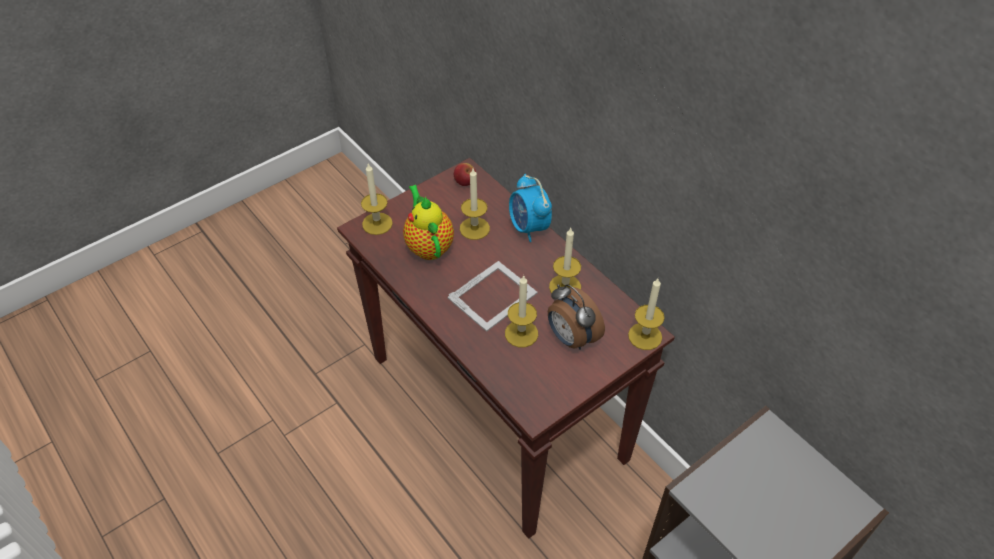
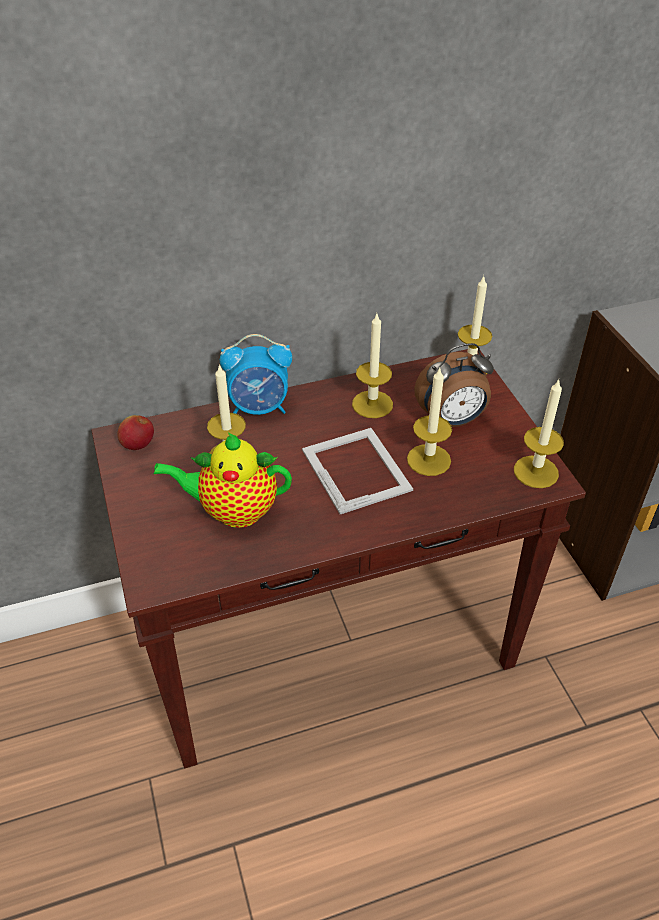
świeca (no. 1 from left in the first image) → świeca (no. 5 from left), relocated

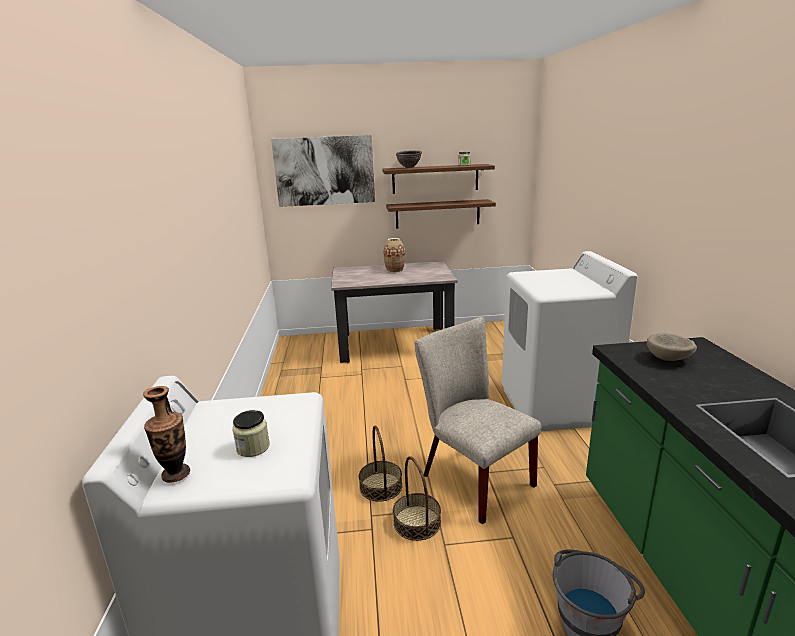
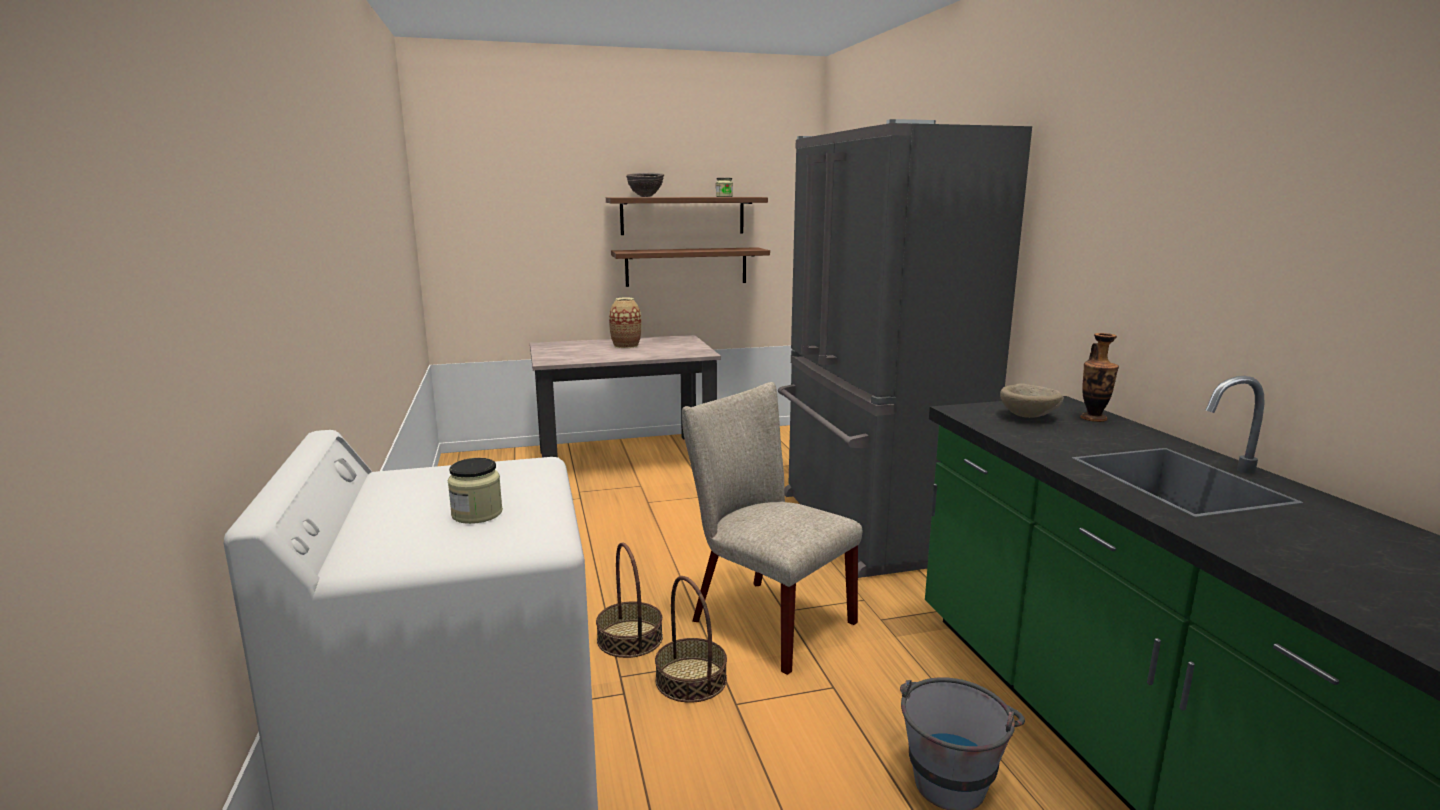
obraz → -
pralka [biały] (no. 2 from left) → lodówka [szary]
wazon (no. 1 from left in the first image) → wazon (no. 2 from left), relocated

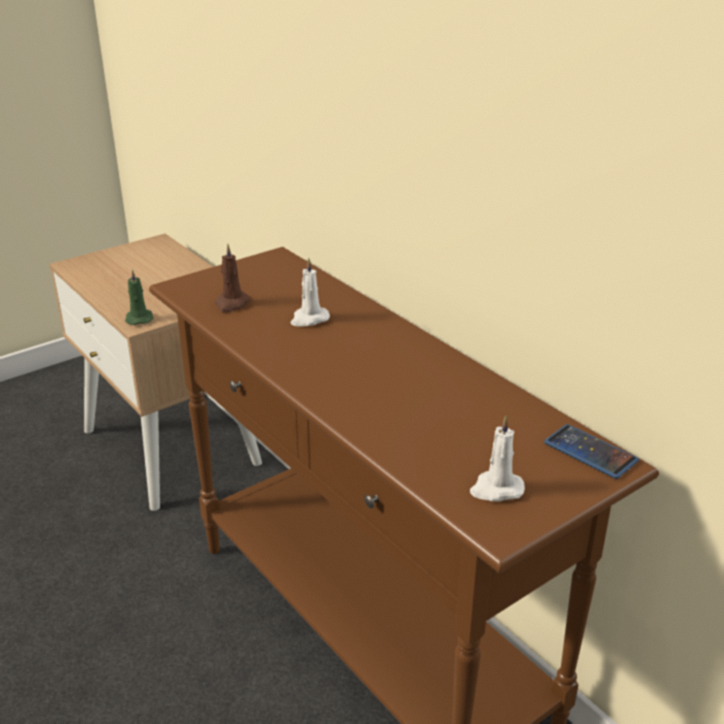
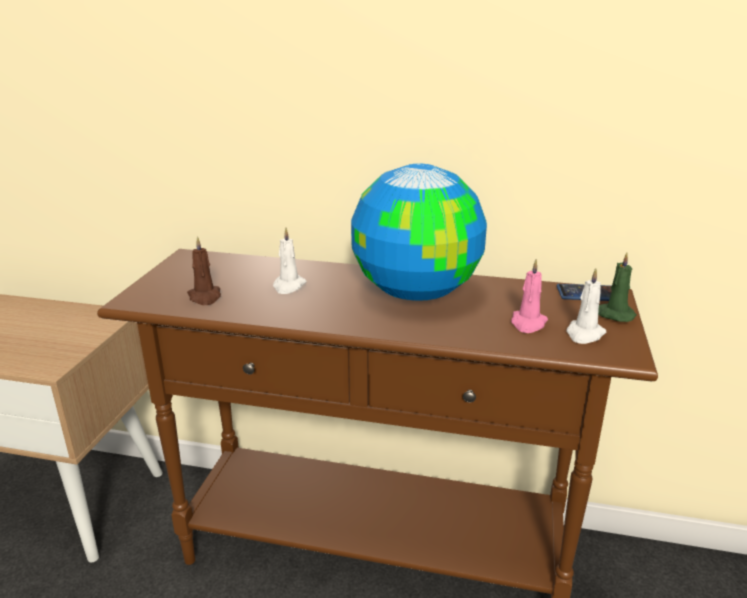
świeca [zielony], relocated
- → globus
- → świeca [różowy]

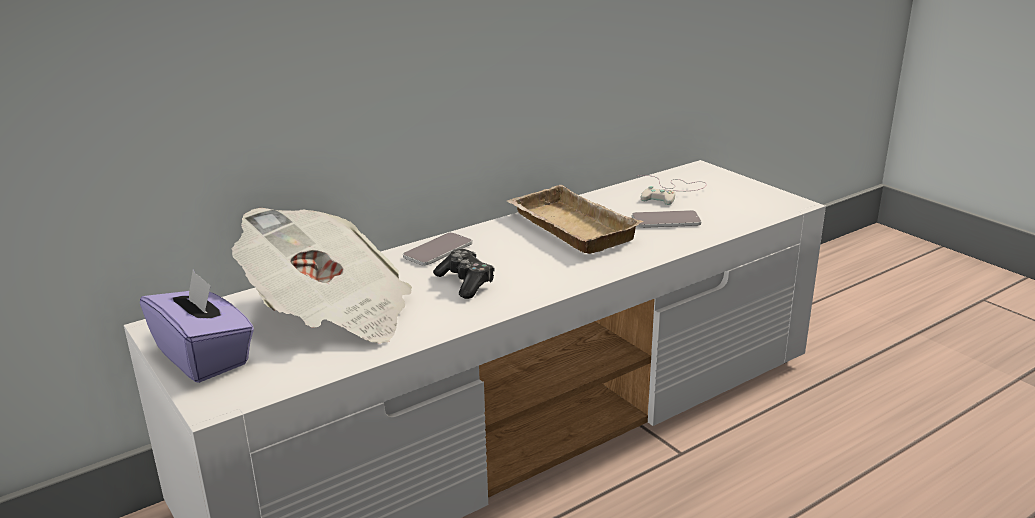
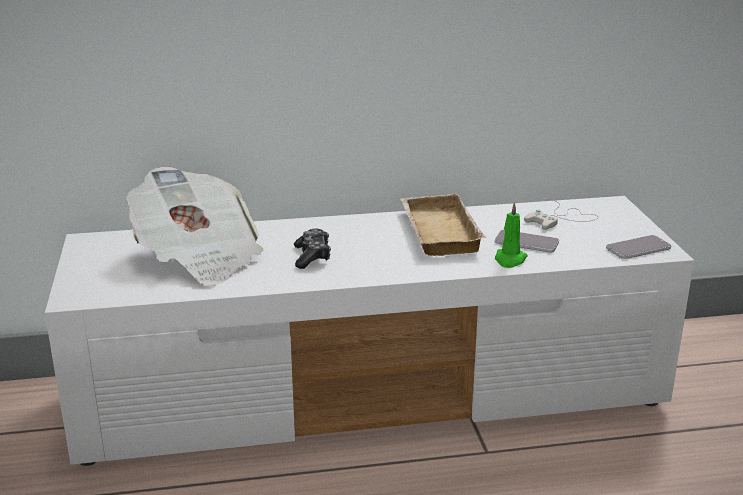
telefon (no. 1 from left in the first image) → telefon (no. 2 from left), relocated
pudełko chusteczek [fioletowy] → -
- → świeca [zielony]

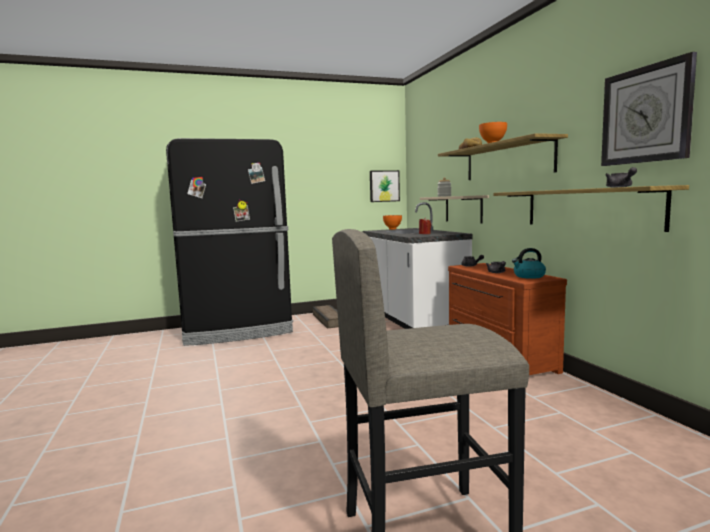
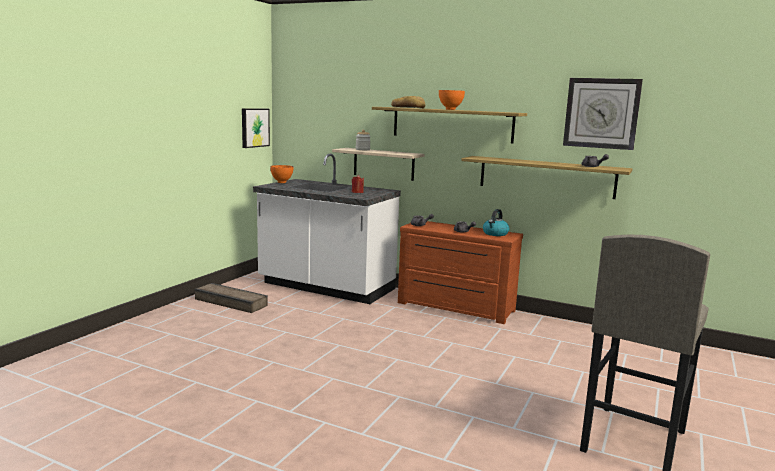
lodówka [czarny] → -

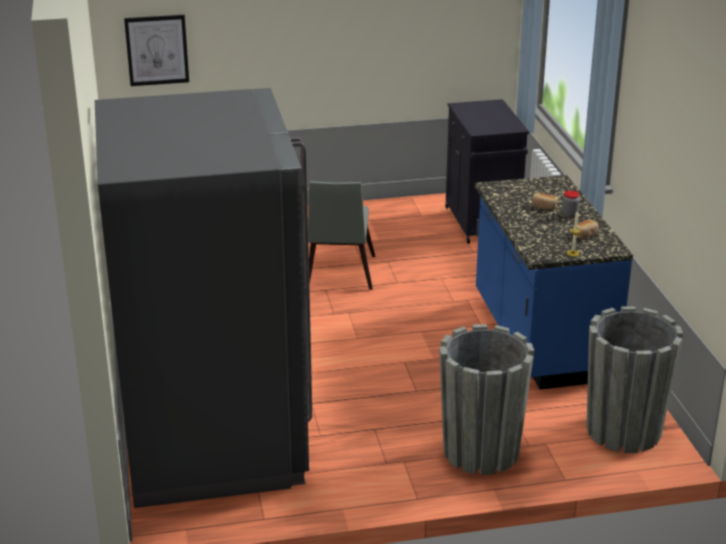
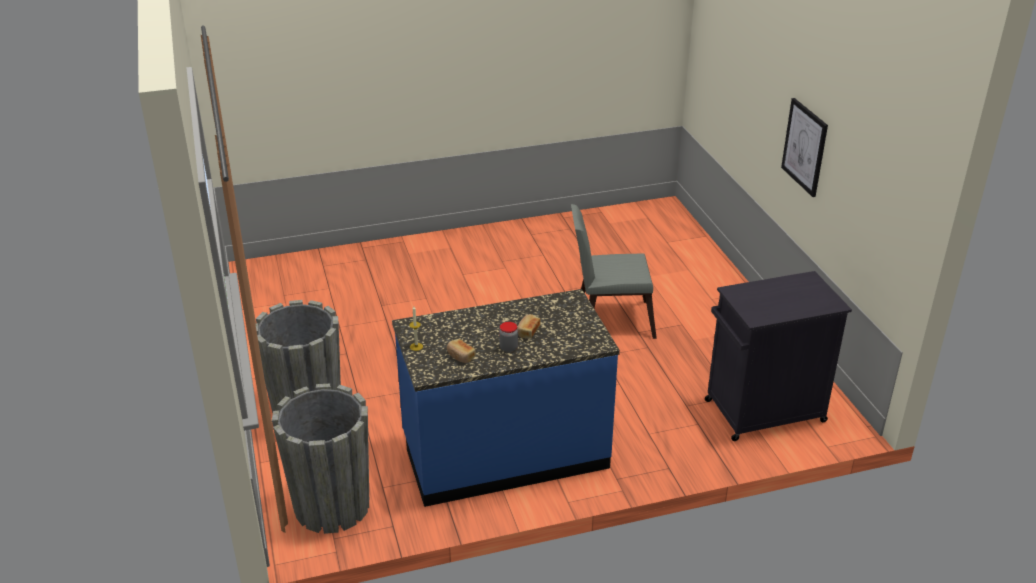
obraz, relocated
lodówka [szary] → -

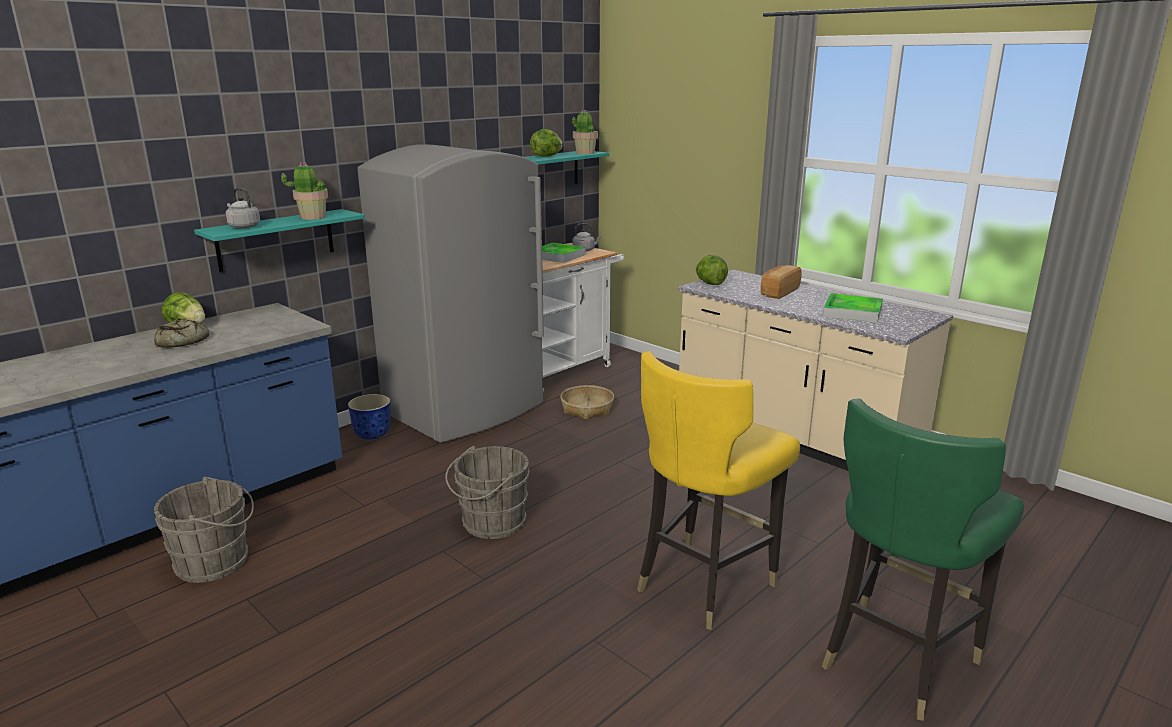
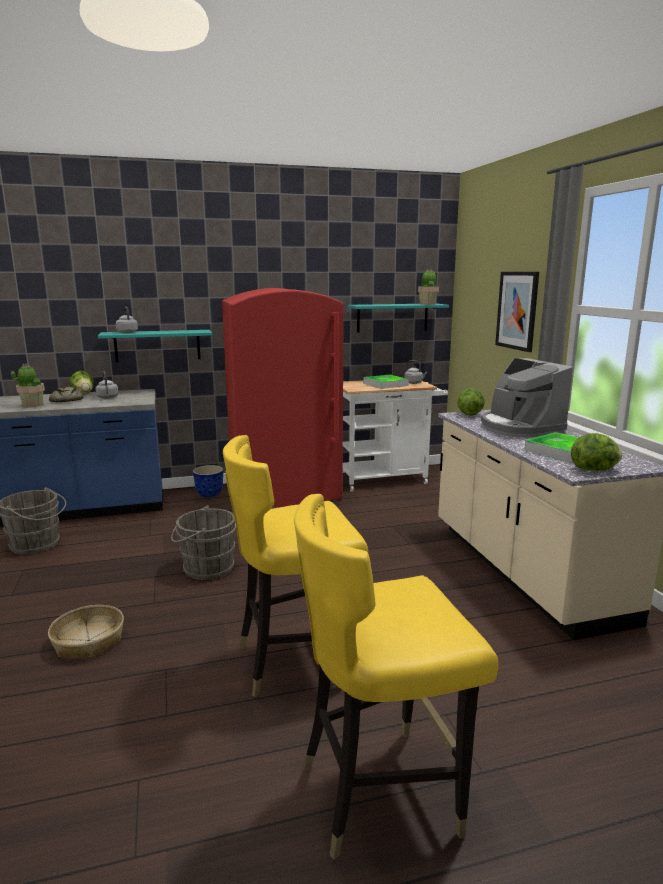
sałata (no. 2 from left in the first image) → sałata (no. 3 from left), relocated
lodówka [szary] → lodówka [czerwony]
roślina doniczkowa (no. 1 from left), relocated
chleb (no. 2 from left) → ekspres do kawy
koszyk, relocated
krzesło [zielony] → krzesło [żółty] (no. 2 from left)
- → obraz
- → czajnik [szary] (no. 1 from left)

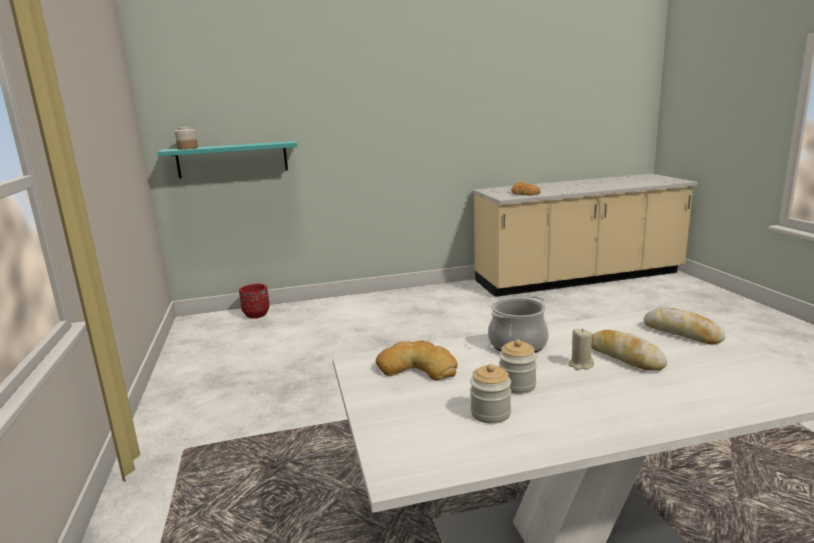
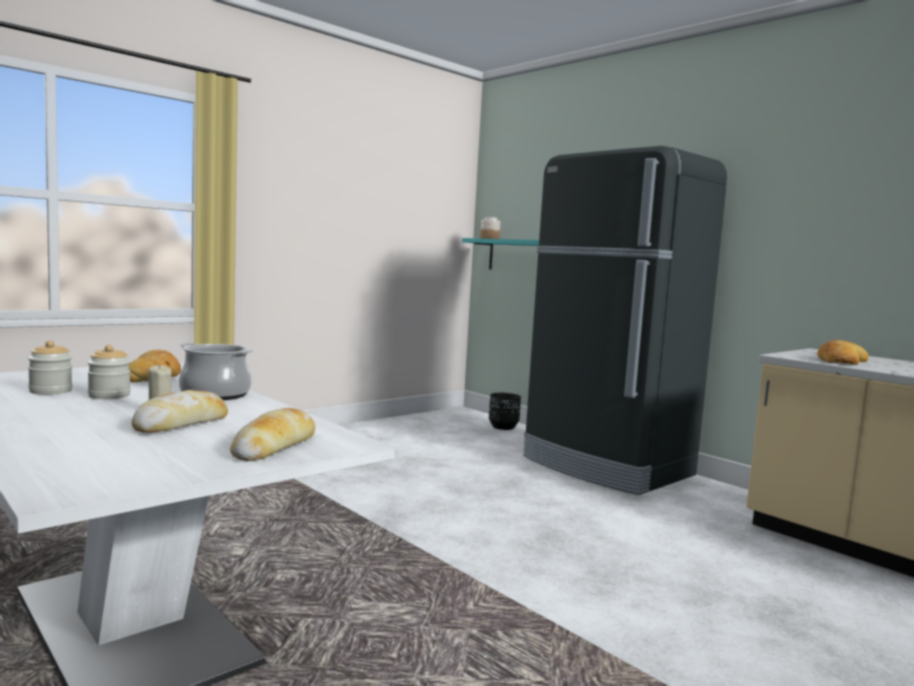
donica [czerwony] → donica [czarny]
- → lodówka [czarny]

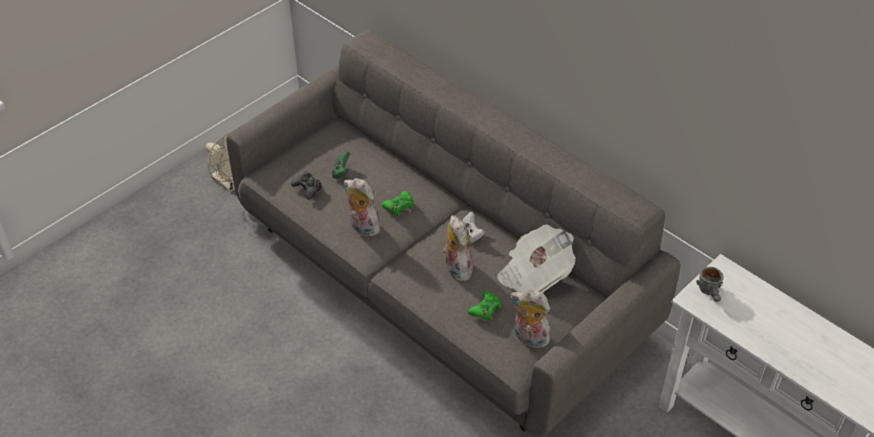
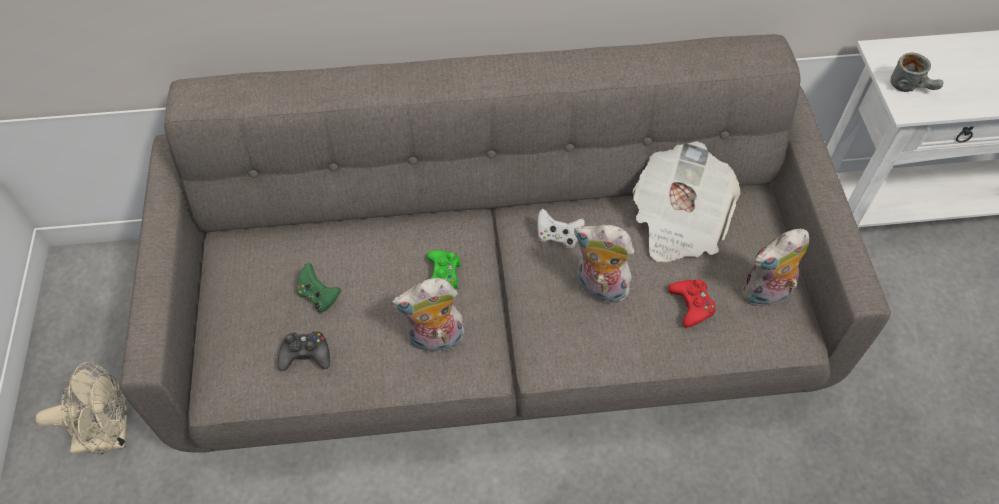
pad do gier [zielony] (no. 3 from left) → pad do gier [czerwony]

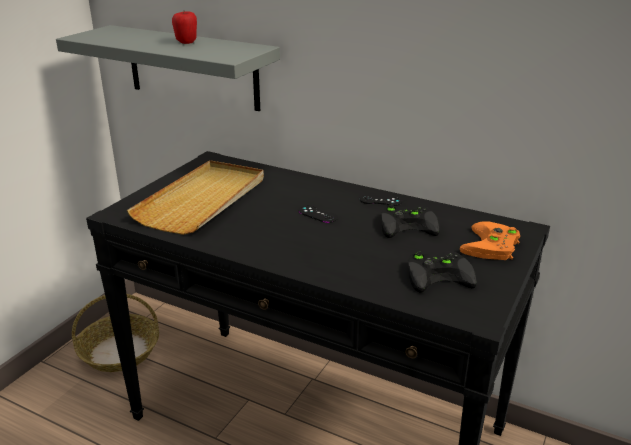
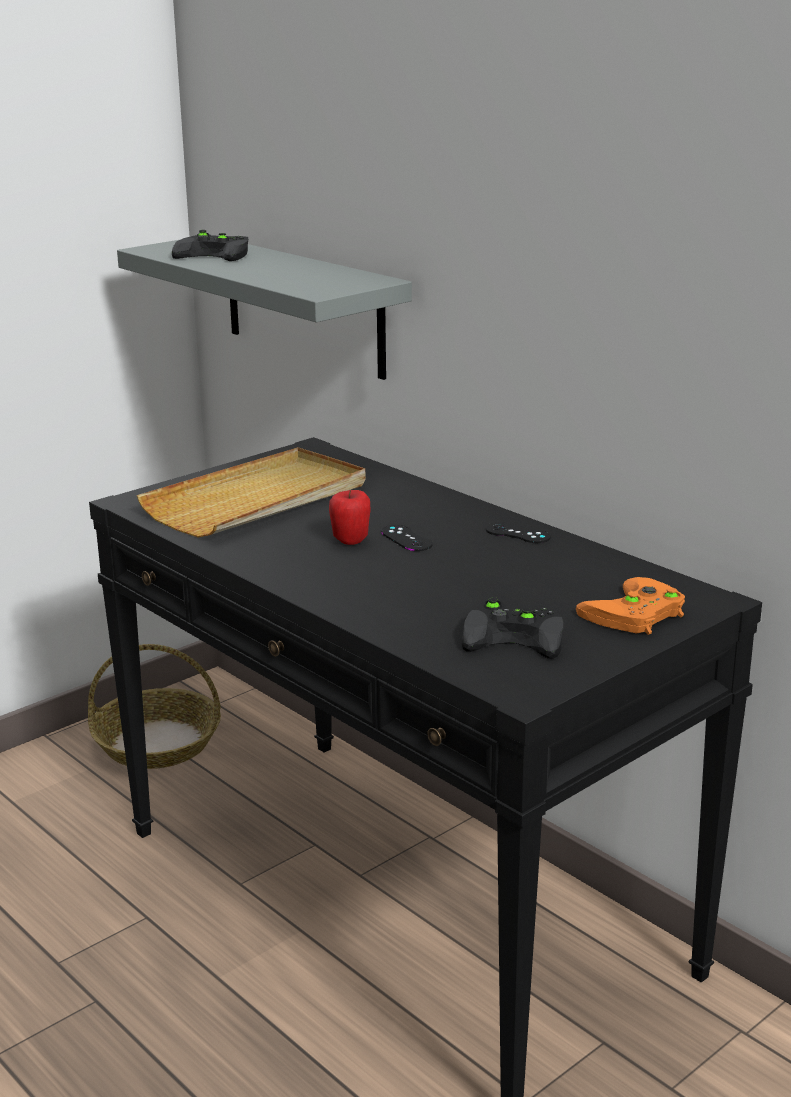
jabłko, relocated
pad do gier [czarny] (no. 3 from left in the first image) → pad do gier [czarny] (no. 1 from left), relocated

